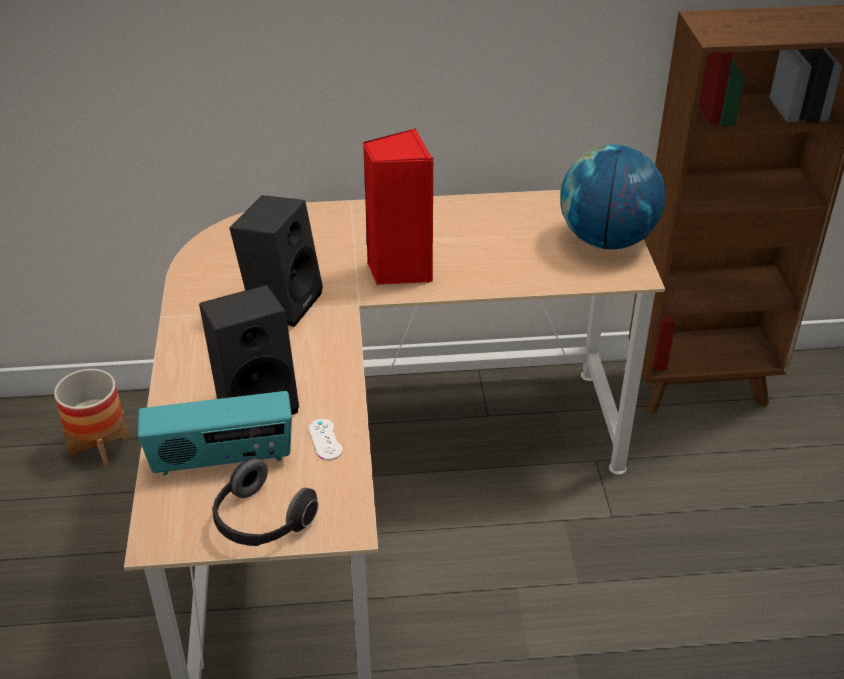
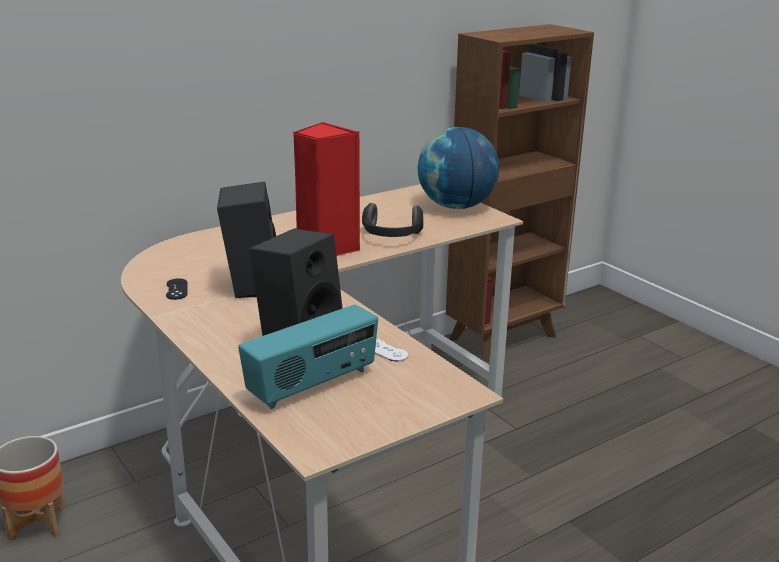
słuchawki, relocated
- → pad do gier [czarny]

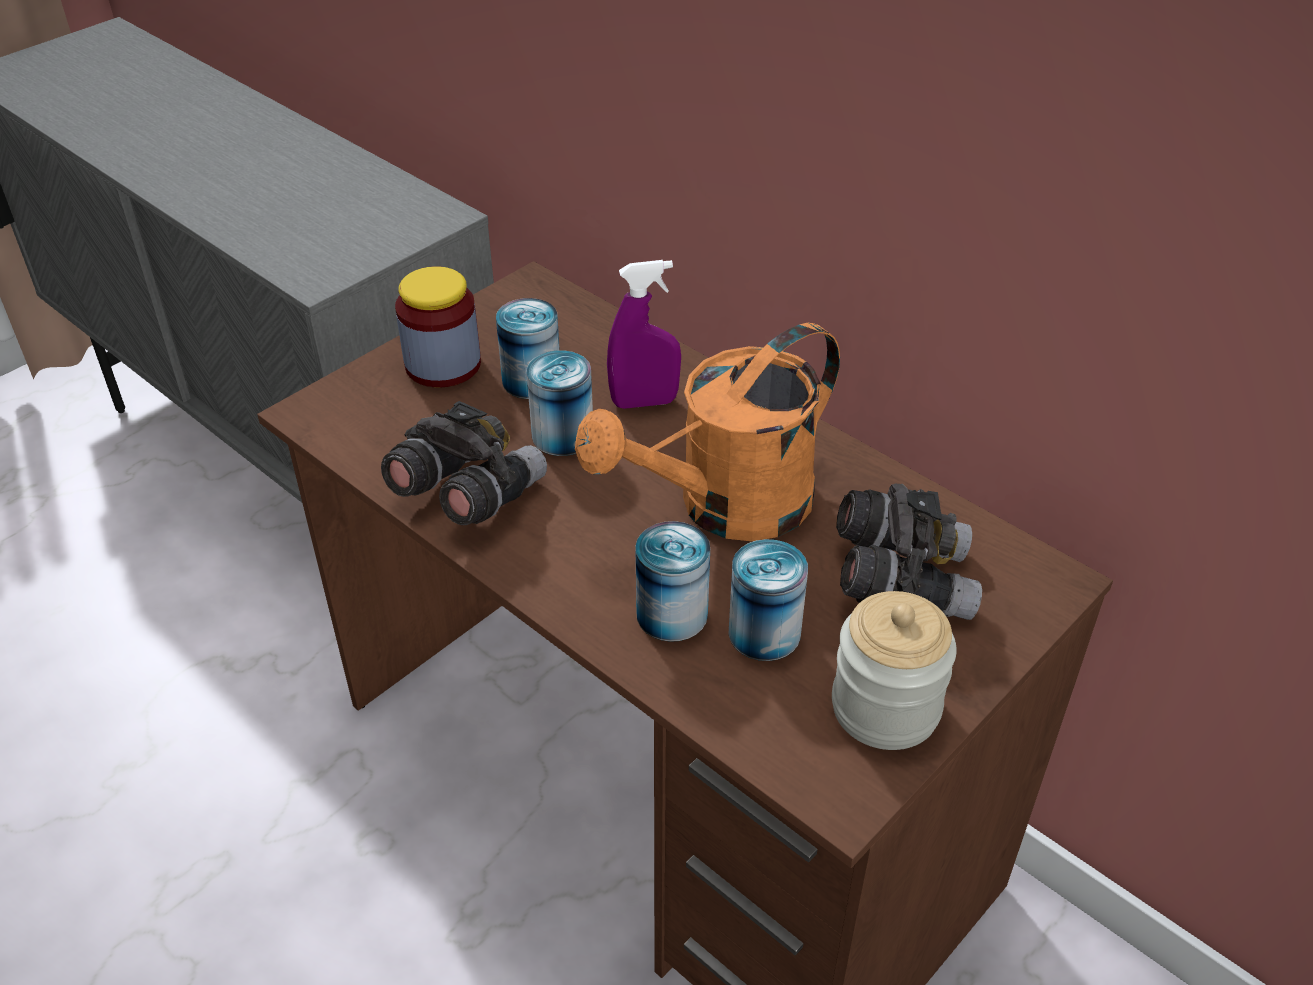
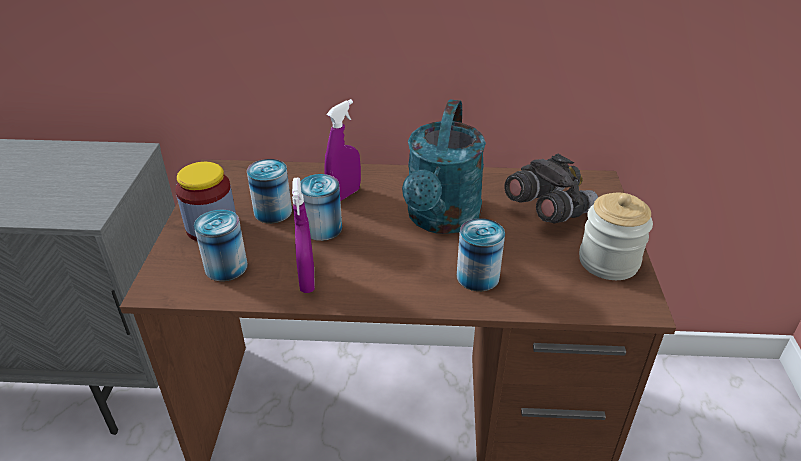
konewka [pomarańczowy] → konewka [turkusowy]
lornetka [szary] (no. 1 from left) → spryskiwacz [fioletowy] (no. 1 from left)
puszka (no. 4 from left in the first image) → puszka (no. 1 from left), relocated

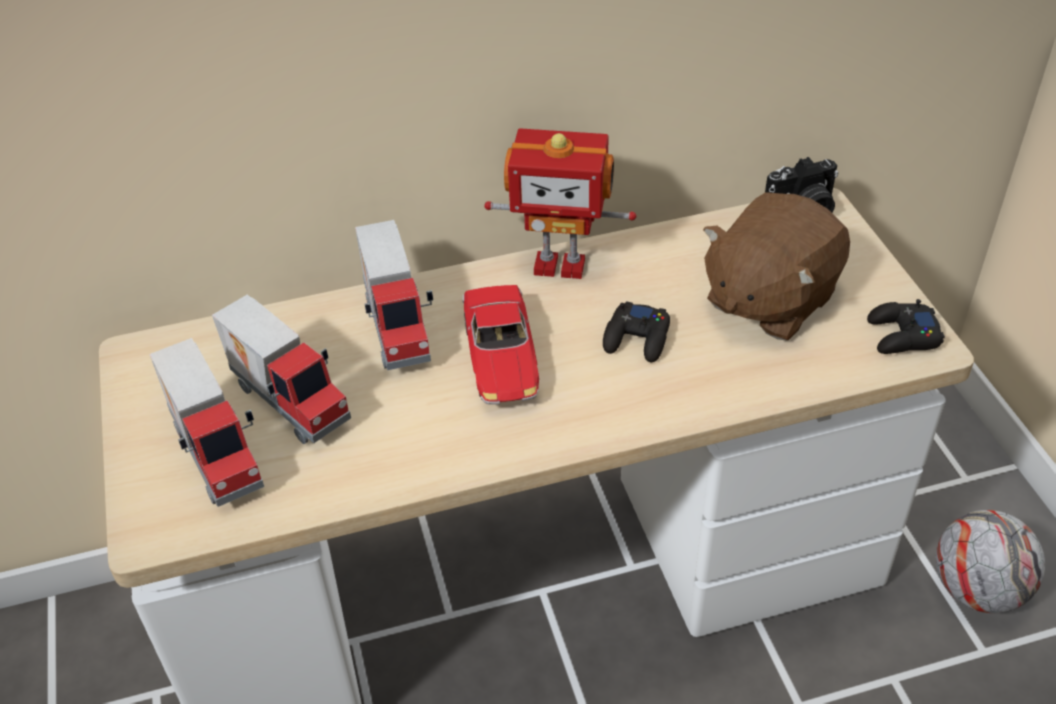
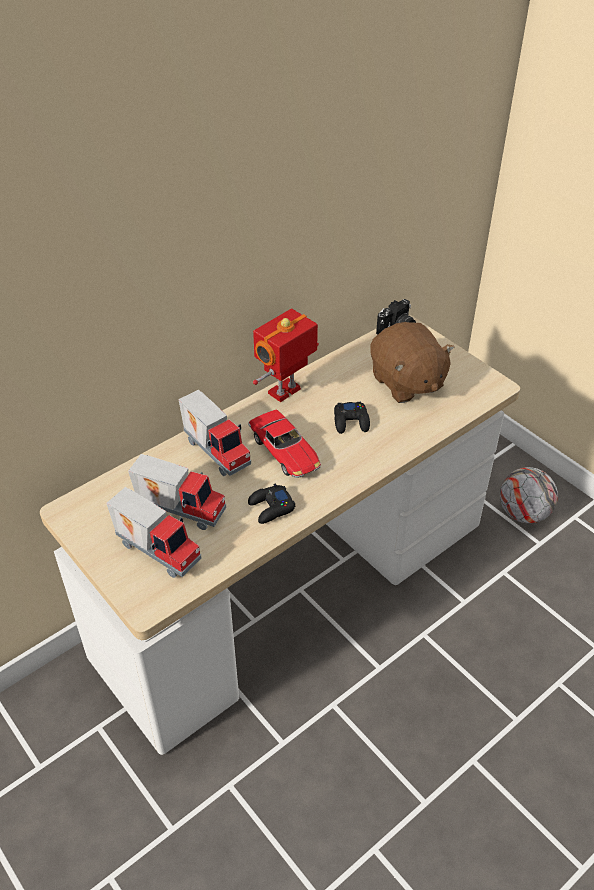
robot zabawkowy, 150 degrees clockwise
pluszak [brązowy], 45 degrees counterclockwise
pad do gier [czarny] (no. 2 from left in the first image) → pad do gier [czarny] (no. 1 from left), relocated

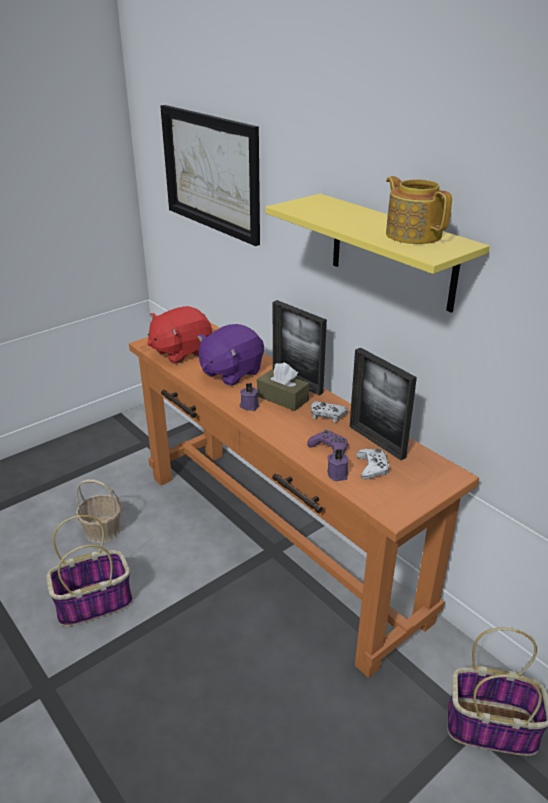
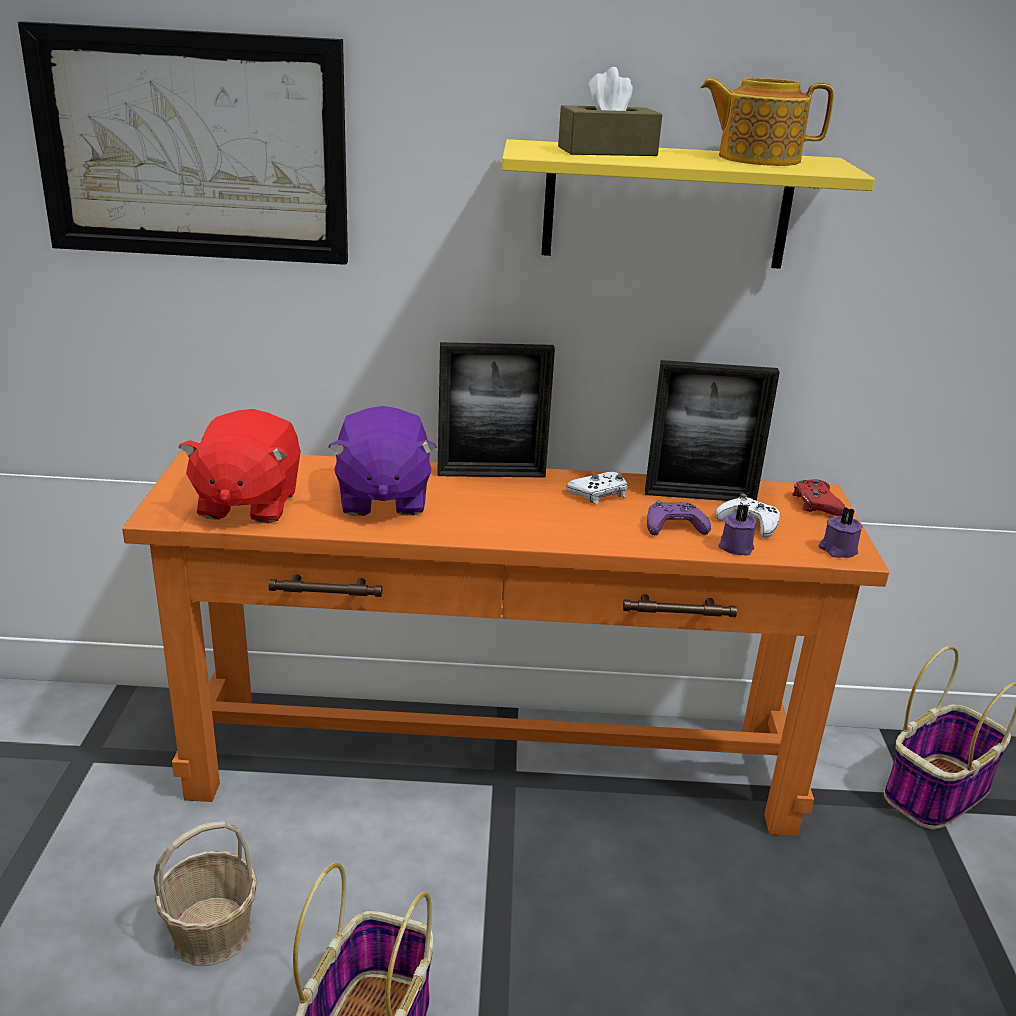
pudełko chusteczek [brązowy], relocated
świeca [fioletowy] (no. 1 from left in the first image) → świeca [fioletowy] (no. 2 from left), relocated
- → pad do gier [czerwony]

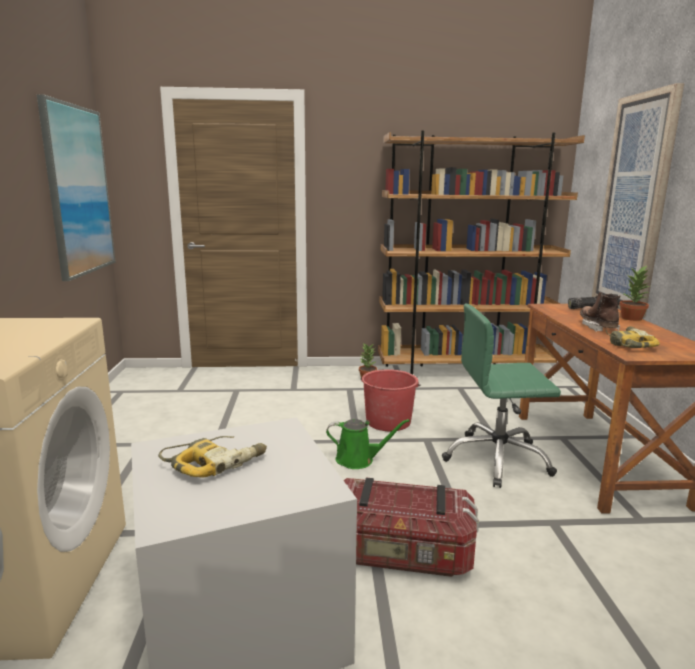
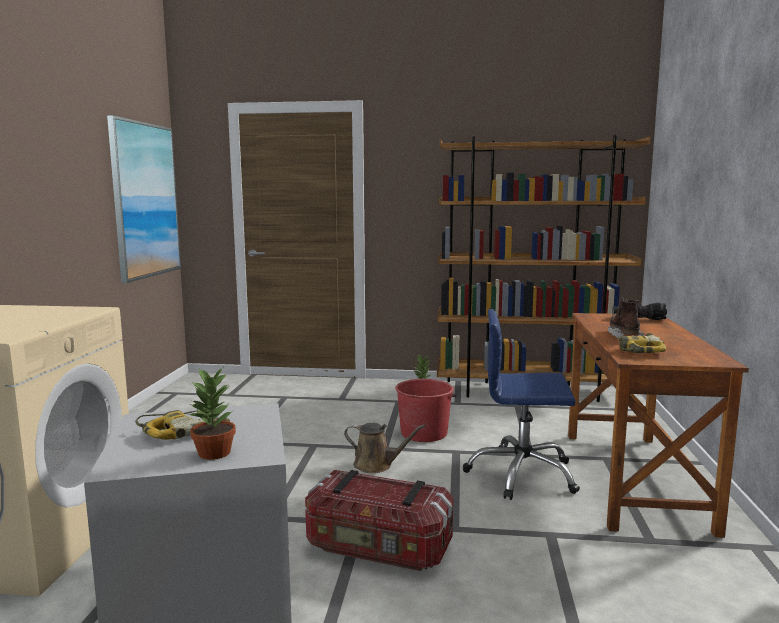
obraz (no. 2 from left) → -
roślina doniczkowa (no. 2 from left in the first image) → roślina doniczkowa (no. 1 from left), relocated
krzesło biurowe [zielony] → krzesło biurowe [niebieski]
konewka [zielony] → konewka [brązowy]

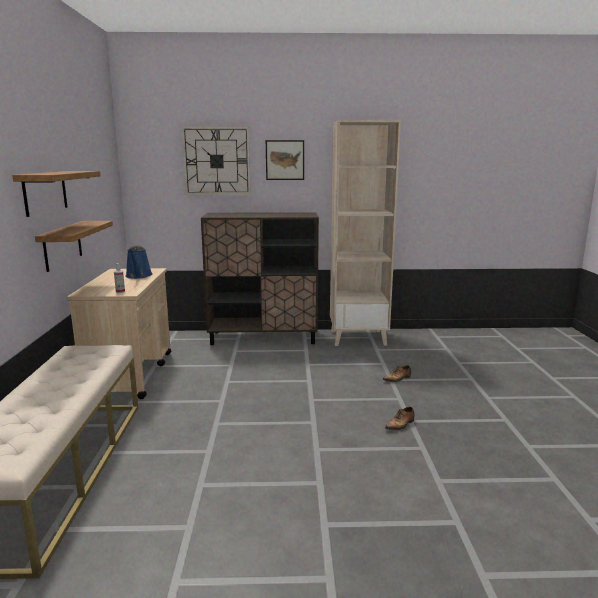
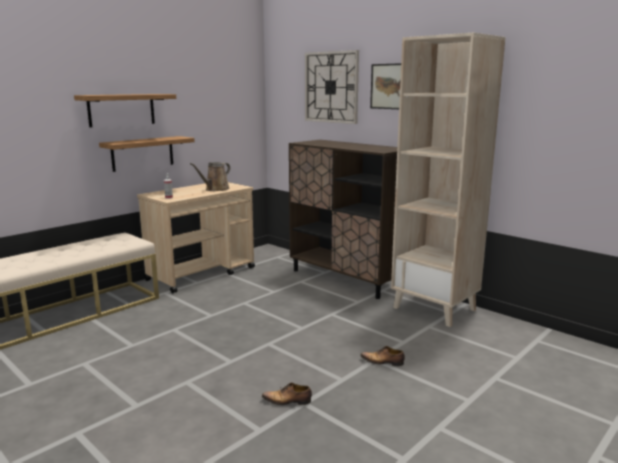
konewka [niebieski] → konewka [brązowy]

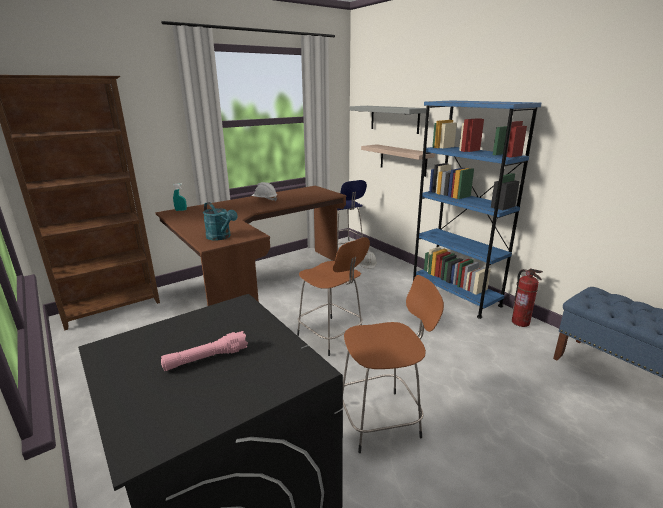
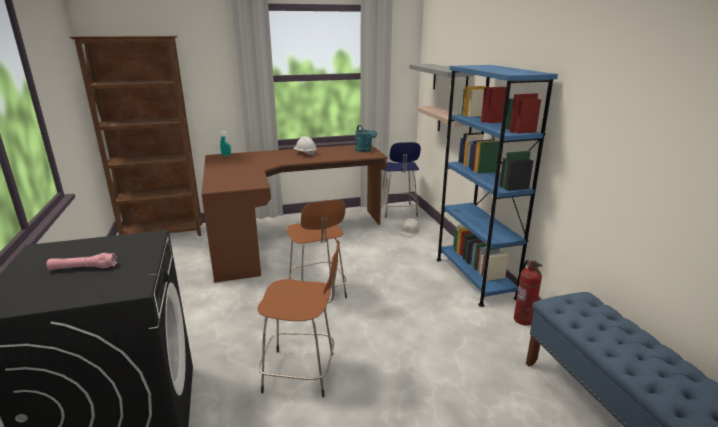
konewka [turkusowy], relocated

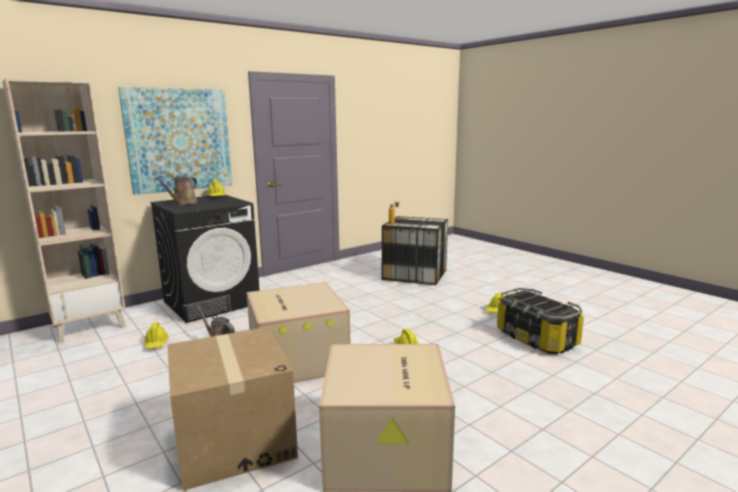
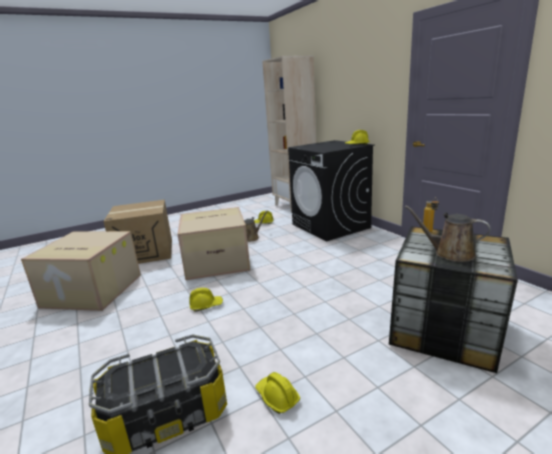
obraz → -
konewka [brązowy] (no. 1 from left in the first image) → konewka [brązowy] (no. 2 from left), relocated

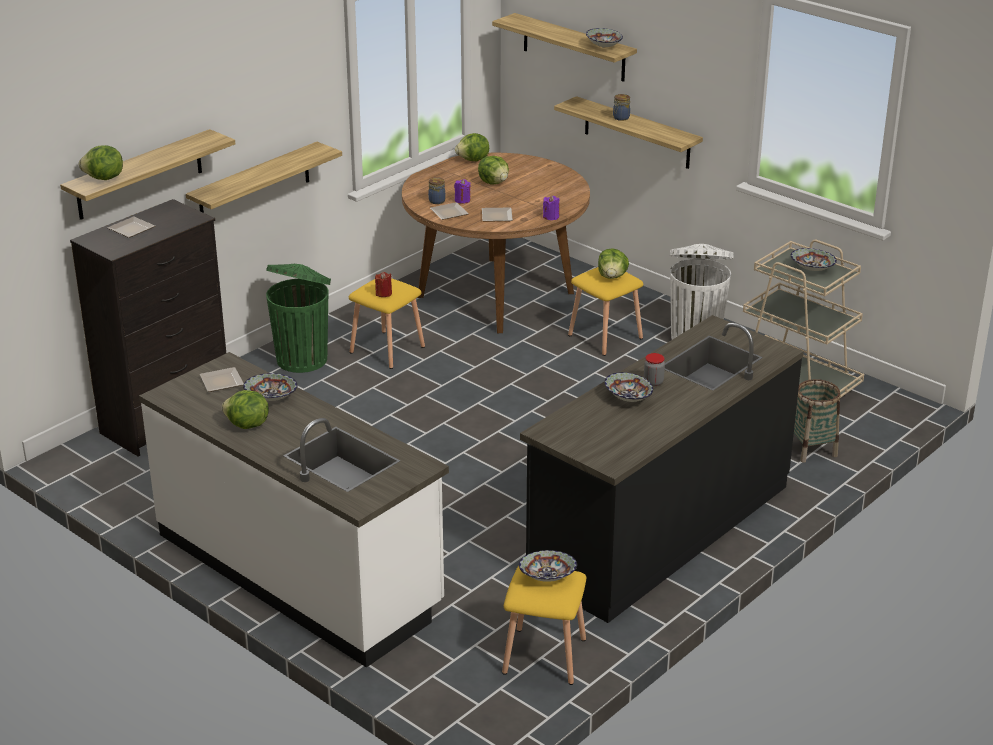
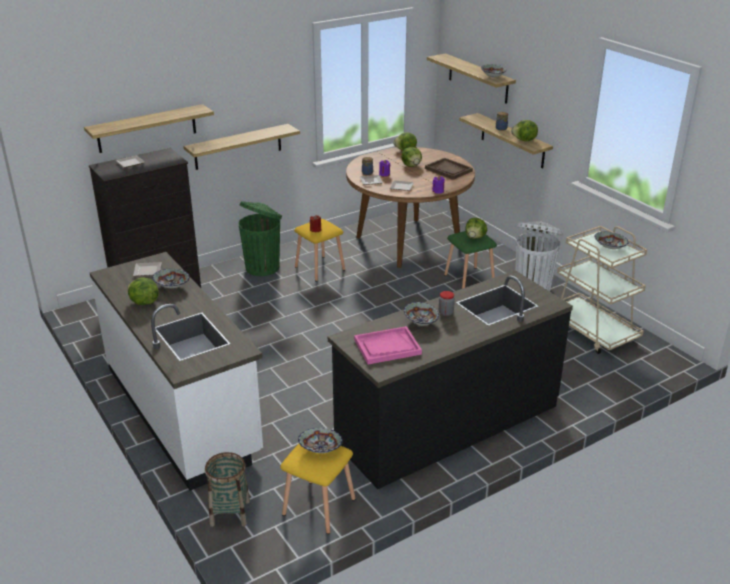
sałata (no. 1 from left in the first image) → sałata (no. 5 from left), relocated
stołek [żółty] (no. 3 from left) → stołek [zielony]
koszyk, relocated
- → taca [brązowy]
- → taca [różowy]

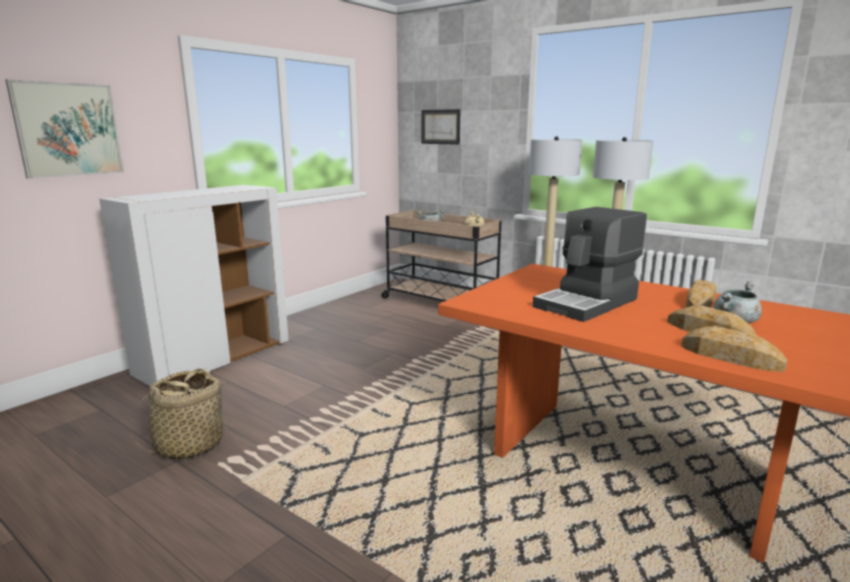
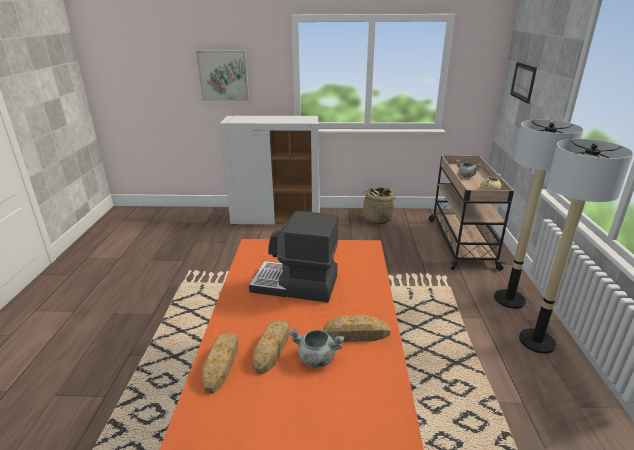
koszyk, relocated

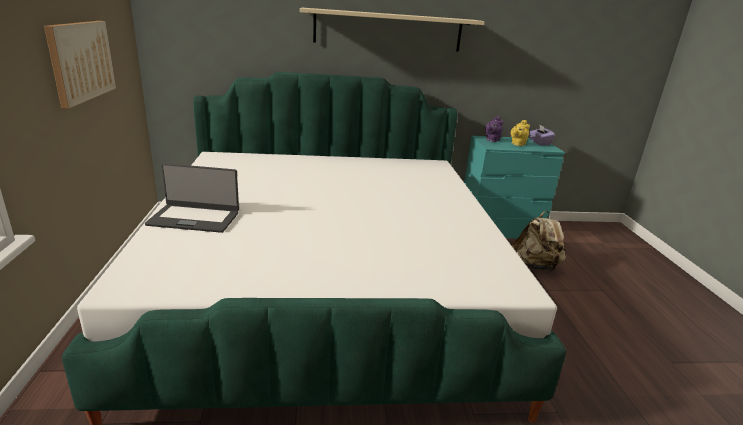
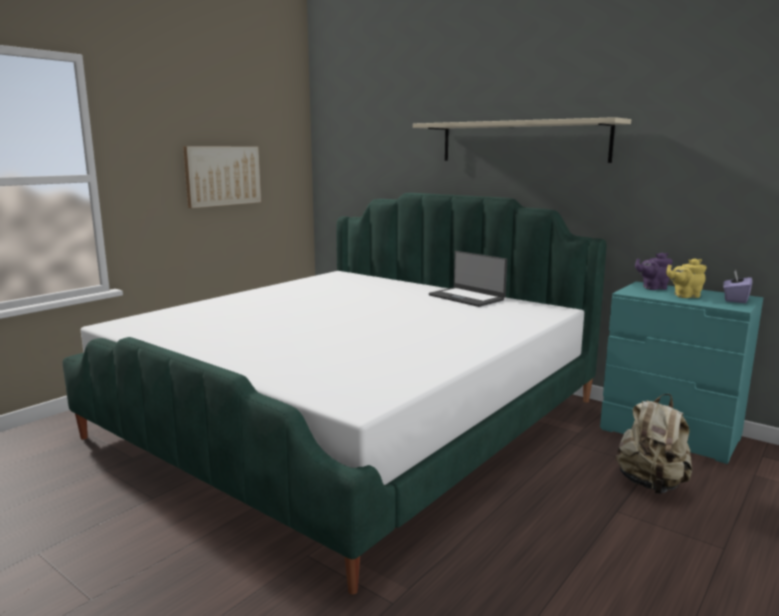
laptop, relocated

